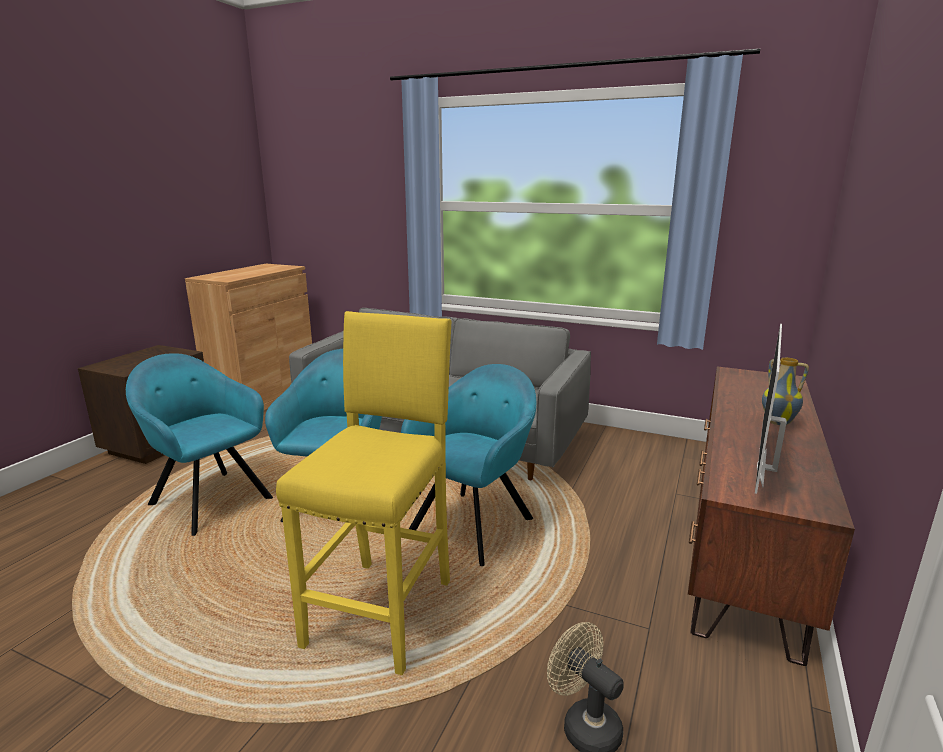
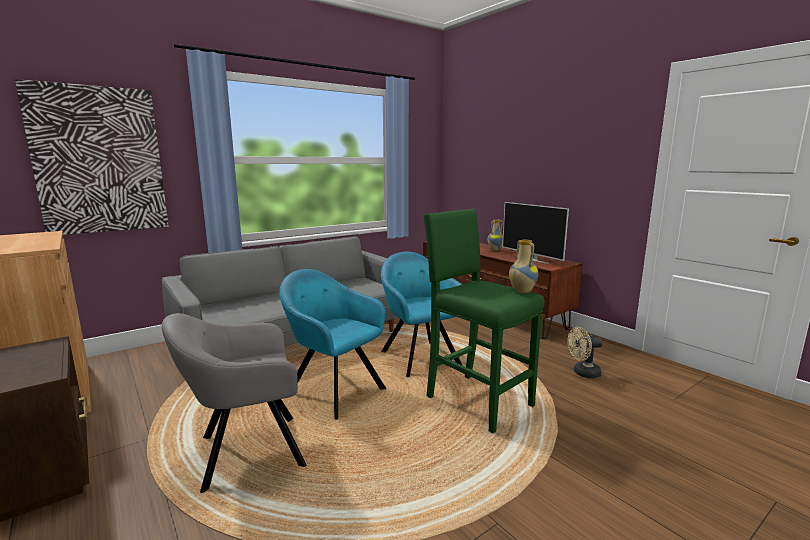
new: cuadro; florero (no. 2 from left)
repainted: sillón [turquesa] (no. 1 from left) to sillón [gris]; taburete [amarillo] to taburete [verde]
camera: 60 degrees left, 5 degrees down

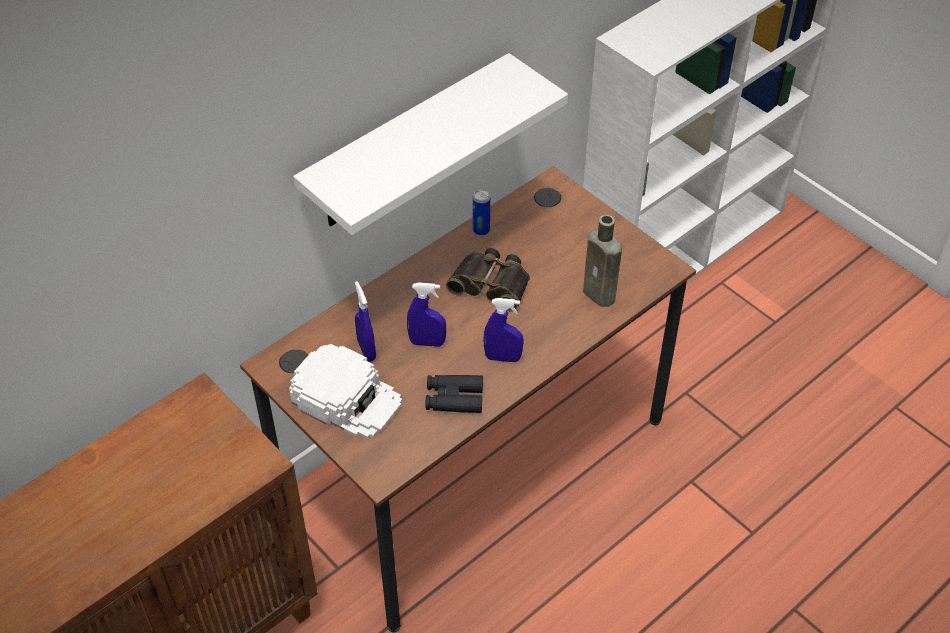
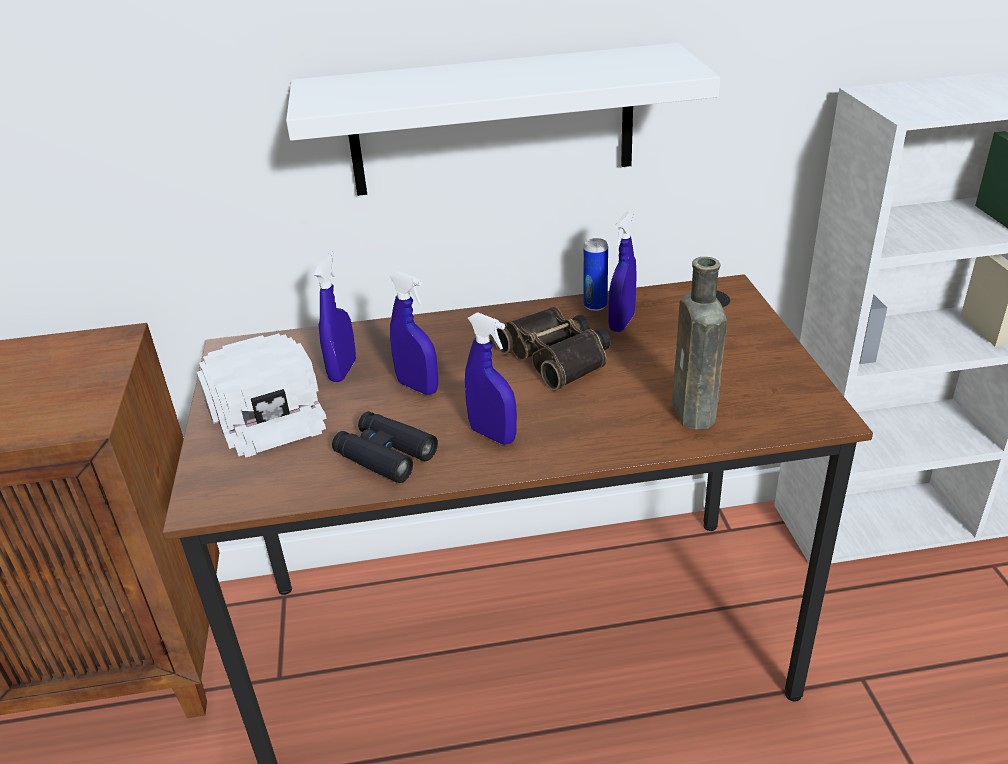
new: pulverizador [azul] (no. 4 from left)
camera: 35 degrees right, 15 degrees down

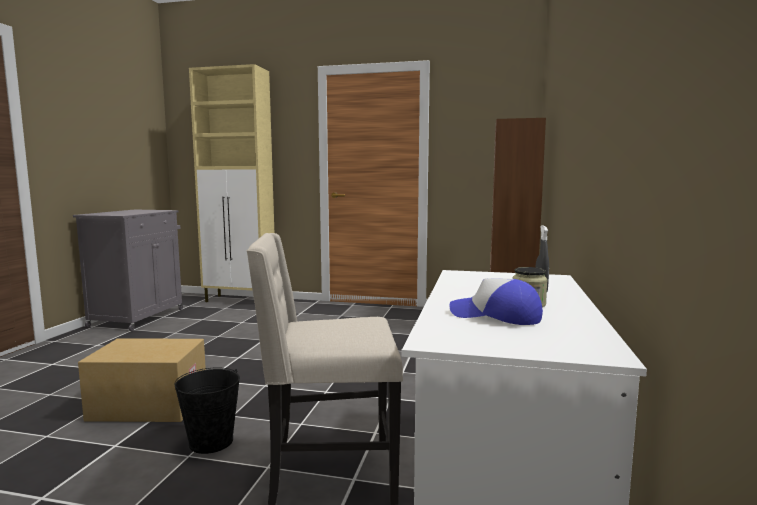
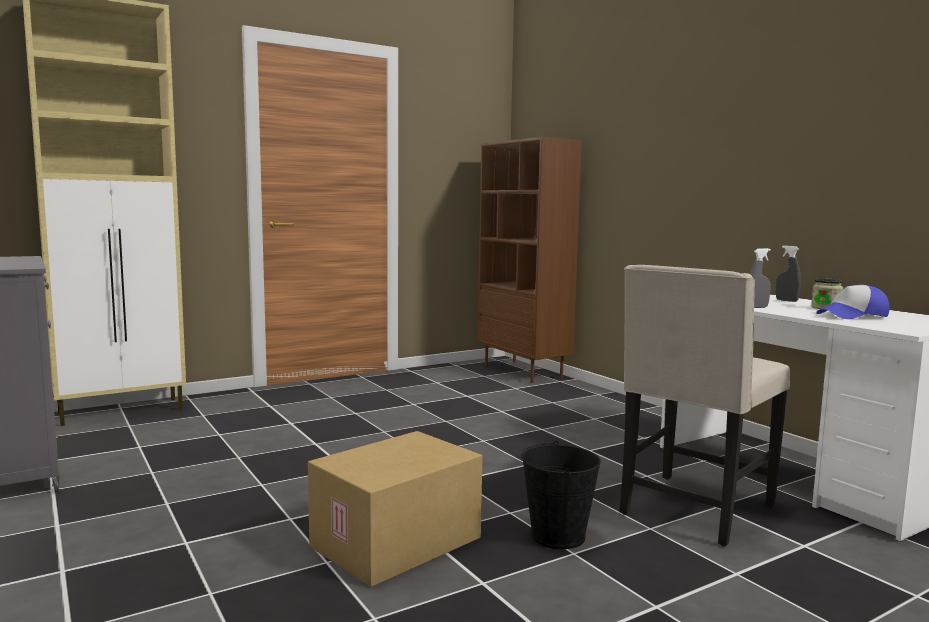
new: pulverizador [gris] (no. 1 from left)
camera: 45 degrees left, 0 degrees up

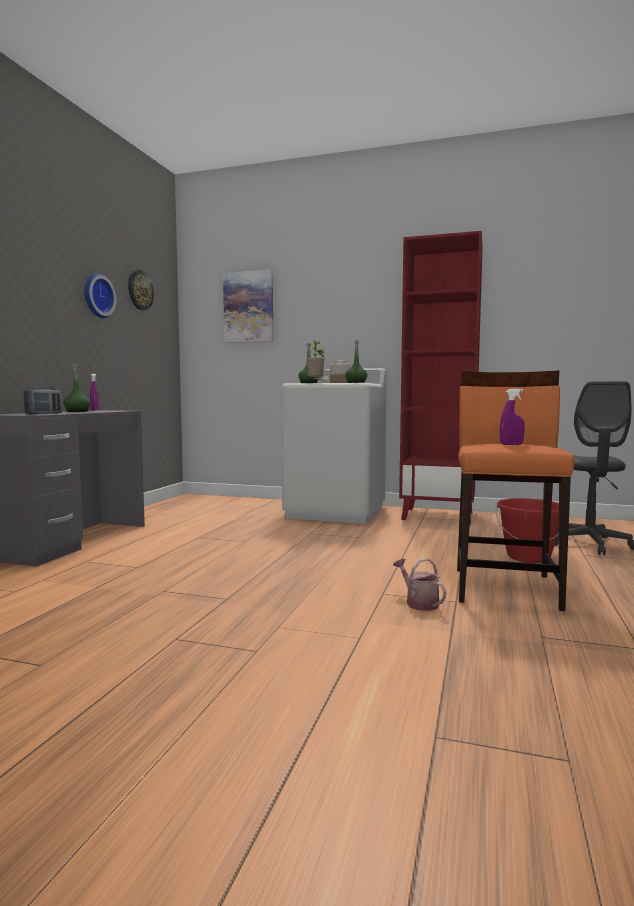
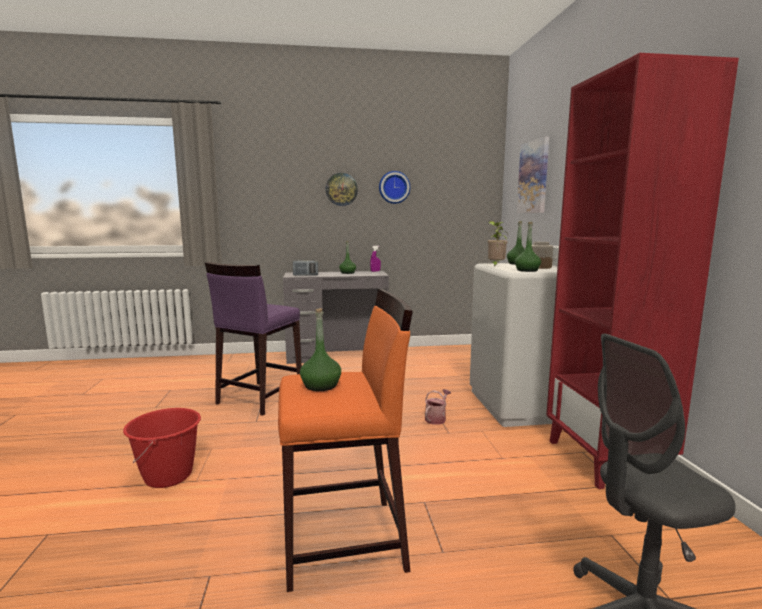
new: taburete [morado]
shifted: cubo [rojo]; reloj de pared (no. 2 from left in the first image) to reloj de pared (no. 1 from left); regadera
swapped: pulverizador [morado] (no. 2 from left) to botella [verde] (no. 1 from left)
camera: 65 degrees right, 5 degrees up

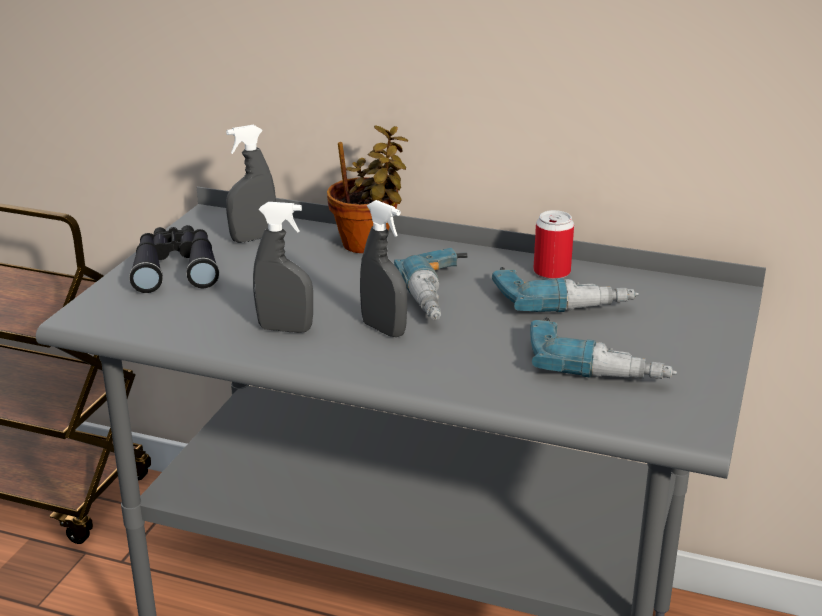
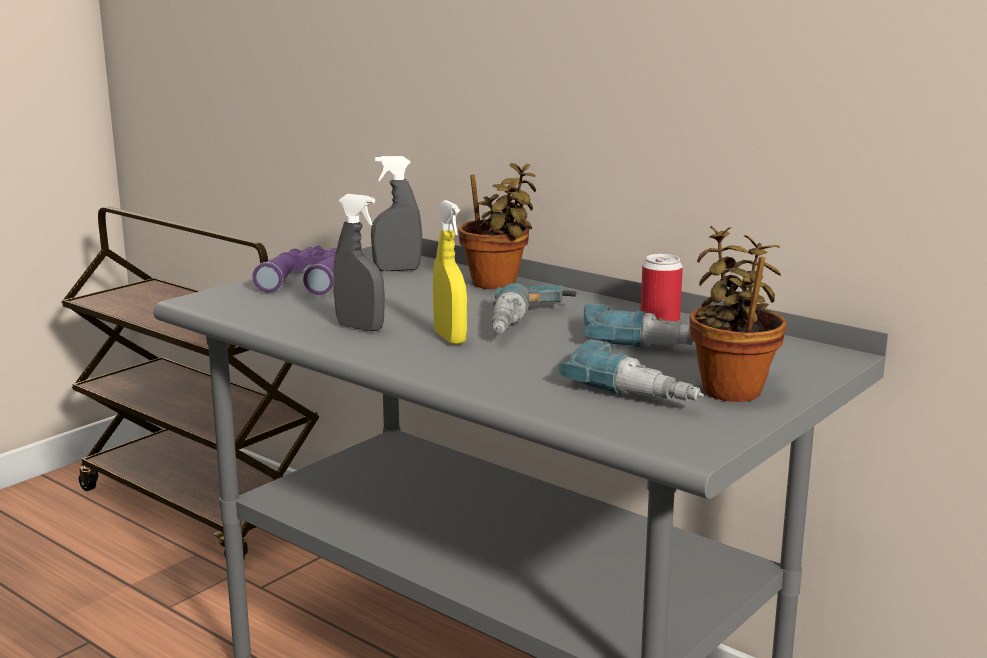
new: planta en maceta (no. 2 from left)
repainted: prismáticos [negro] to prismáticos [morado]; pulverizador [gris] (no. 3 from left) to pulverizador [amarillo]
camera: 20 degrees right, 10 degrees down

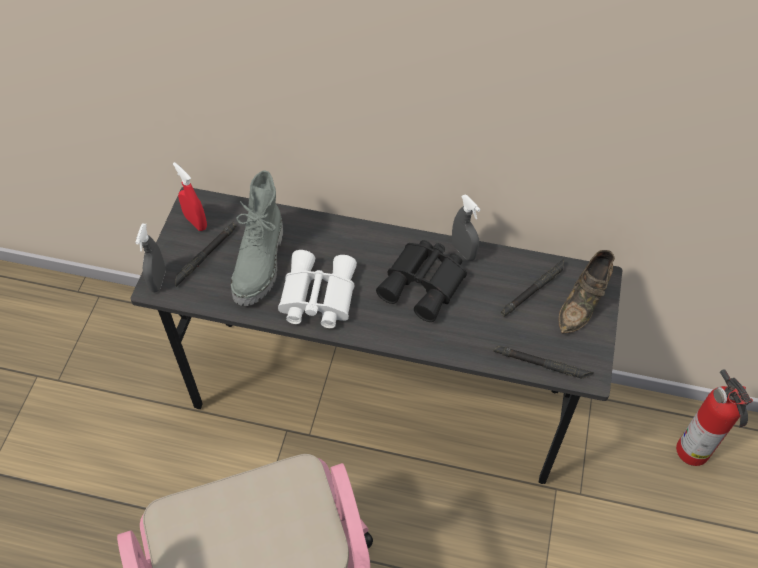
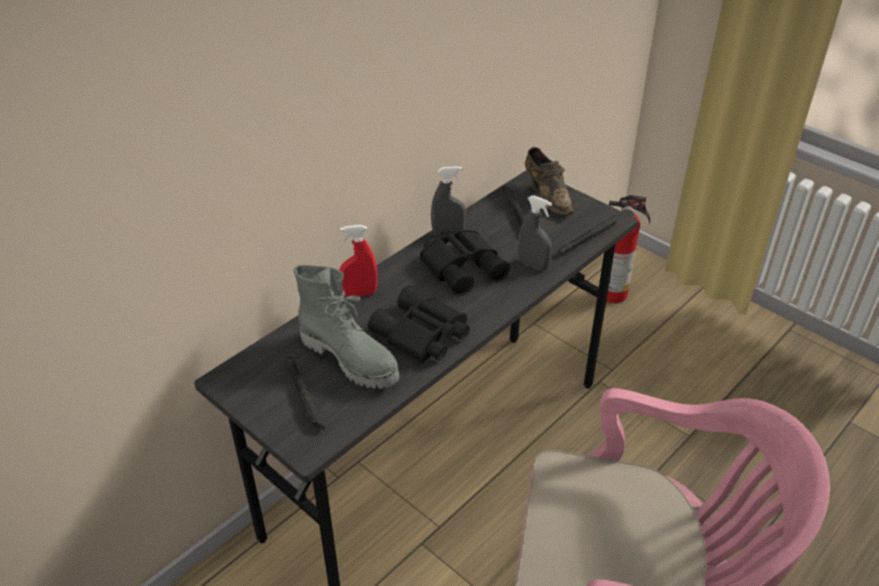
shifted: pulverizador [rojo]; pulverizador [gris] (no. 1 from left in the first image) to pulverizador [gris] (no. 2 from left)
repainted: prismáticos [blanco] to prismáticos [negro] (no. 1 from left)
camera: 60 degrees left, 15 degrees down

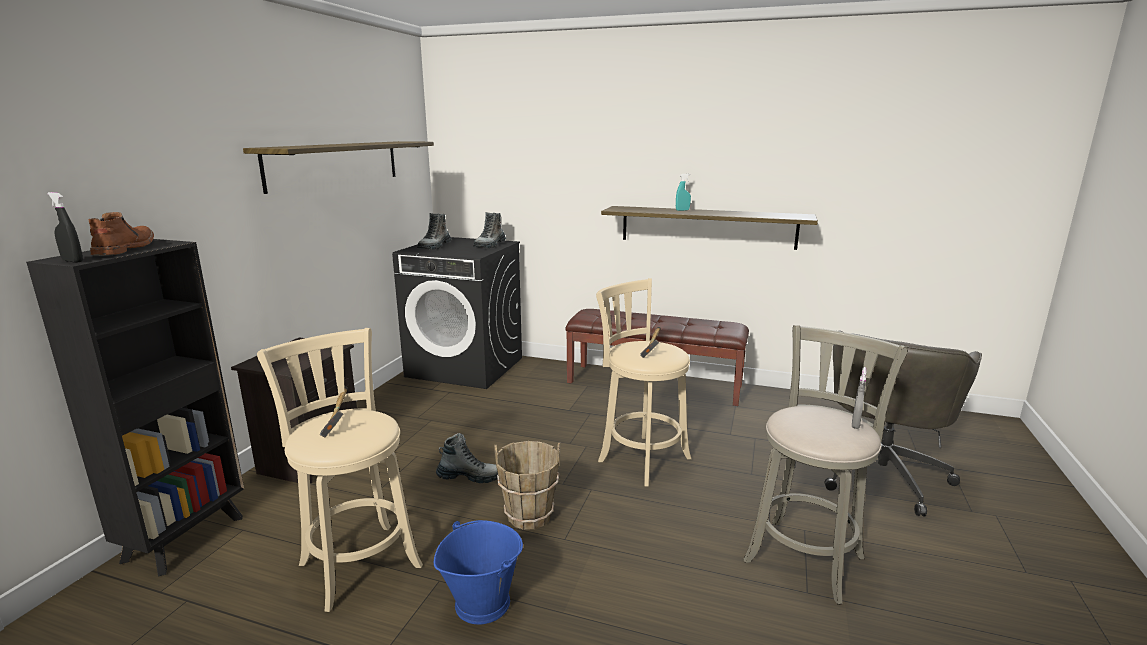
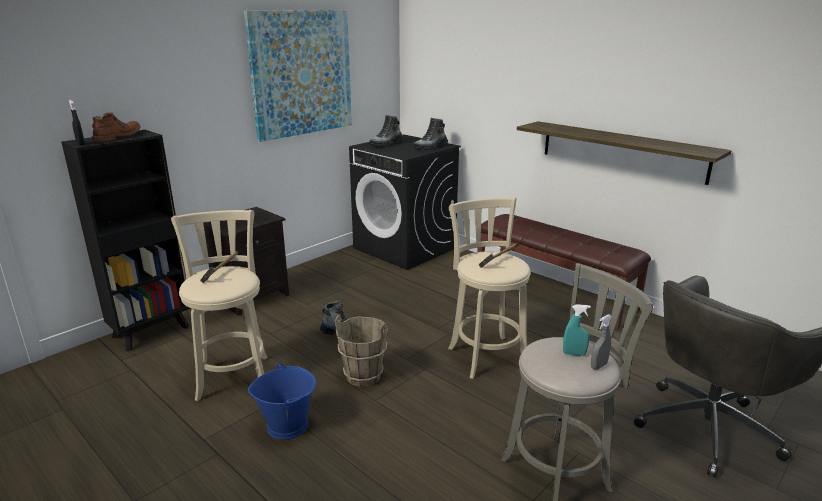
shifted: pulverizador [turquesa]
swapped: estante (no. 1 from left) to cuadro
camera: 25 degrees right, 5 degrees up

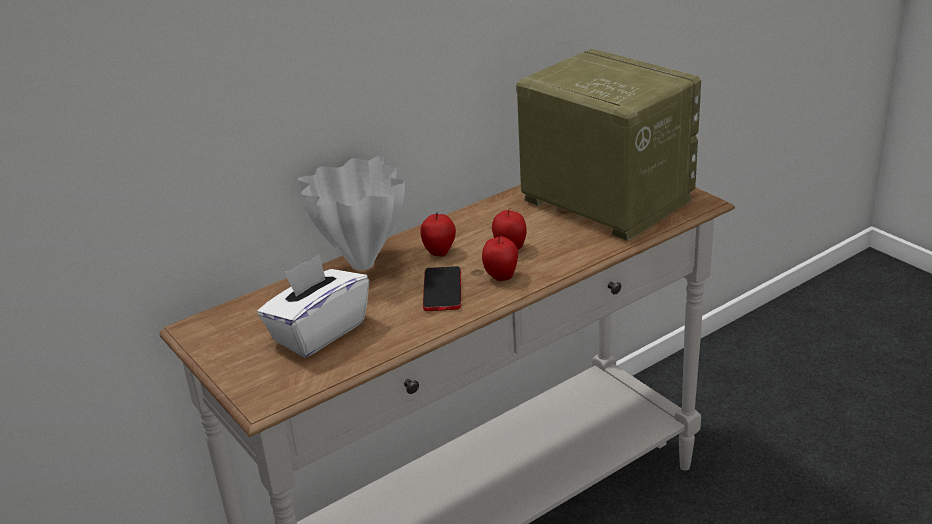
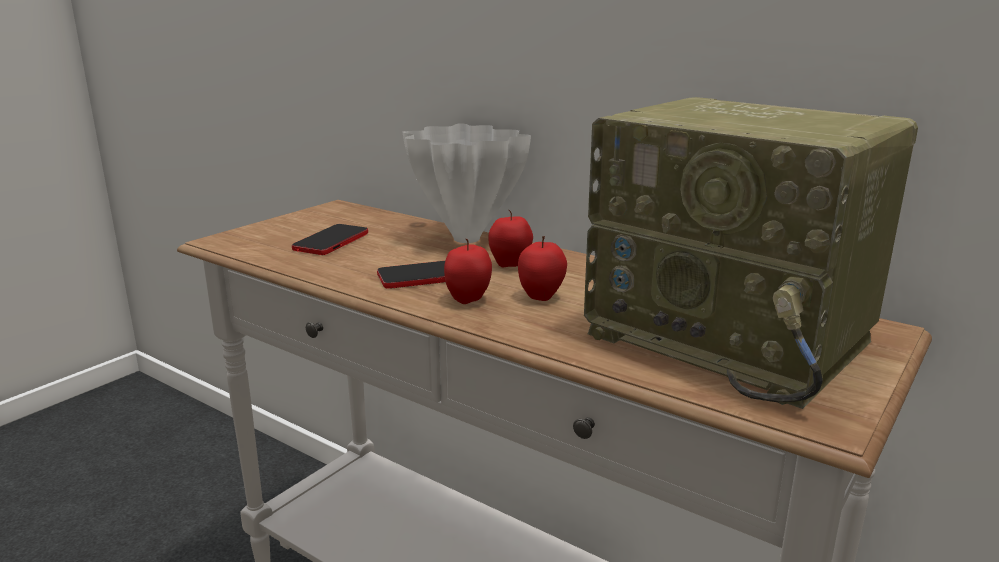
swapped: caja de pañuelos [blanco] to móvil (no. 1 from left)
rotated: radio 105 degrees clockwise
camera: 70 degrees right, 10 degrees down

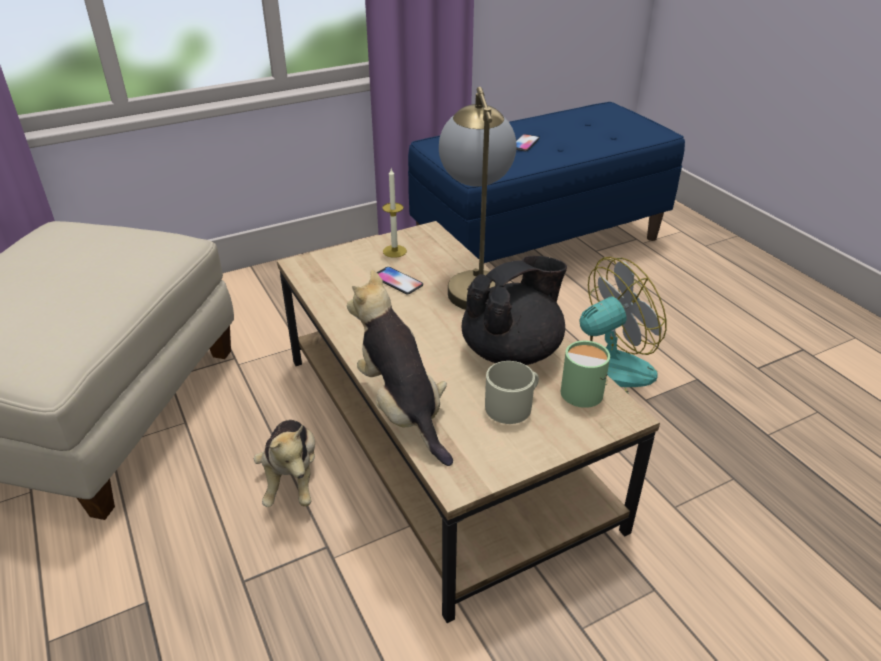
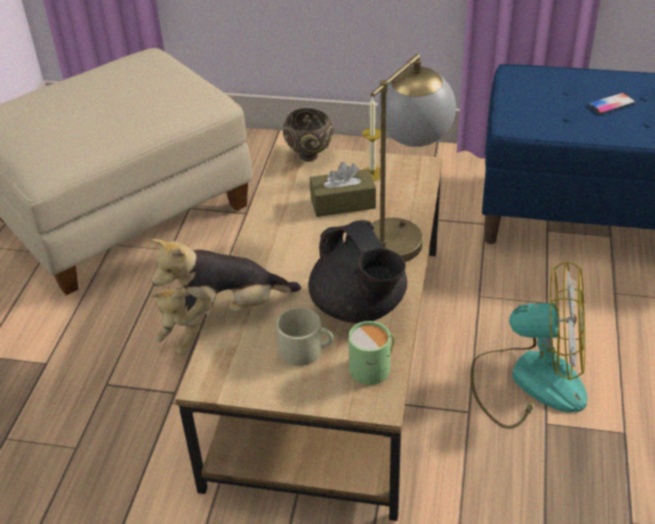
new: cuenco [marrón]
swapped: móvil (no. 1 from left) to caja de pañuelos [marrón]
rotated: peluche (no. 2 from left) 120 degrees counterclockwise; tetera [negro] 60 degrees clockwise
camera: 40 degrees right, 5 degrees up

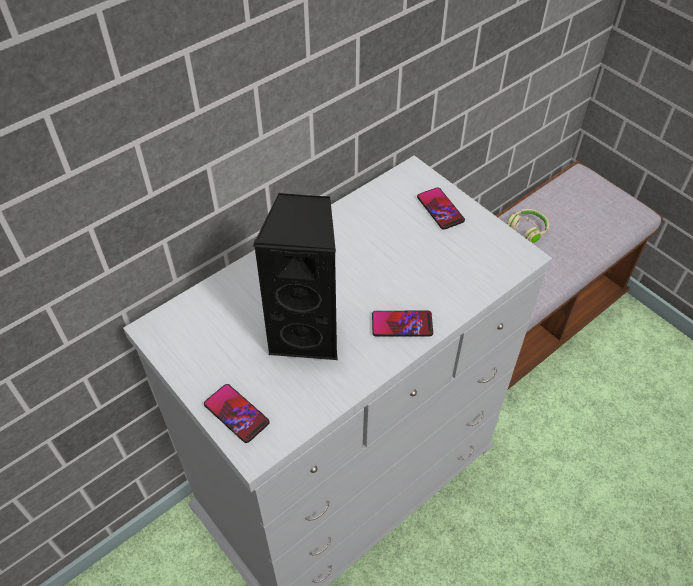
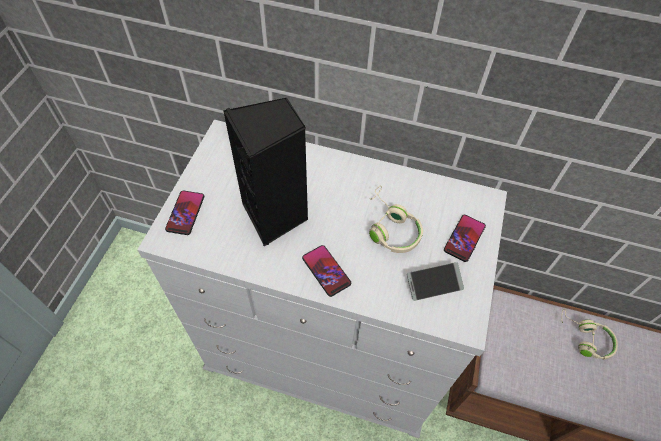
new: auriculares [beis] (no. 1 from left); móvil (no. 3 from left)
camera: 55 degrees right, 5 degrees up

